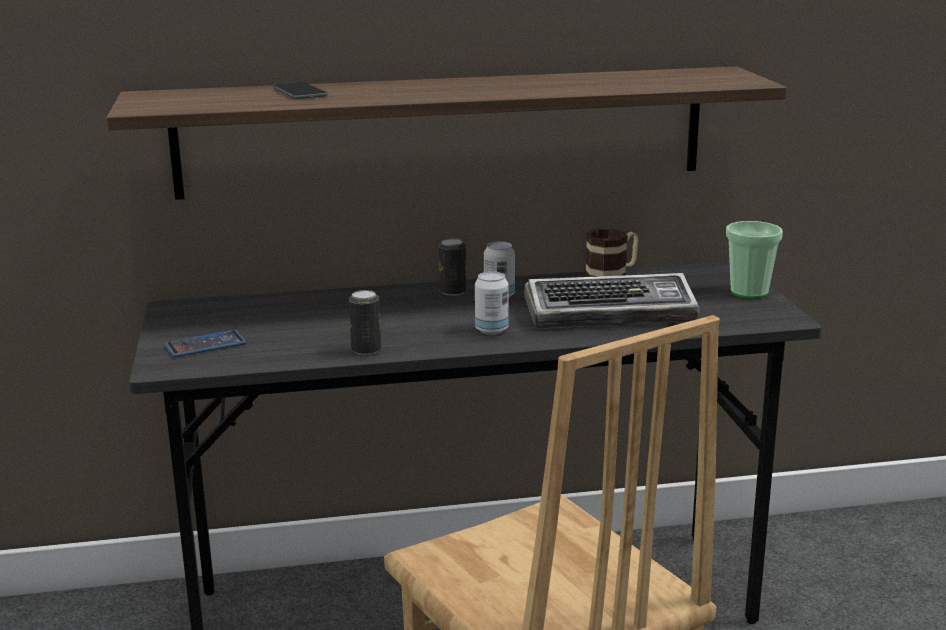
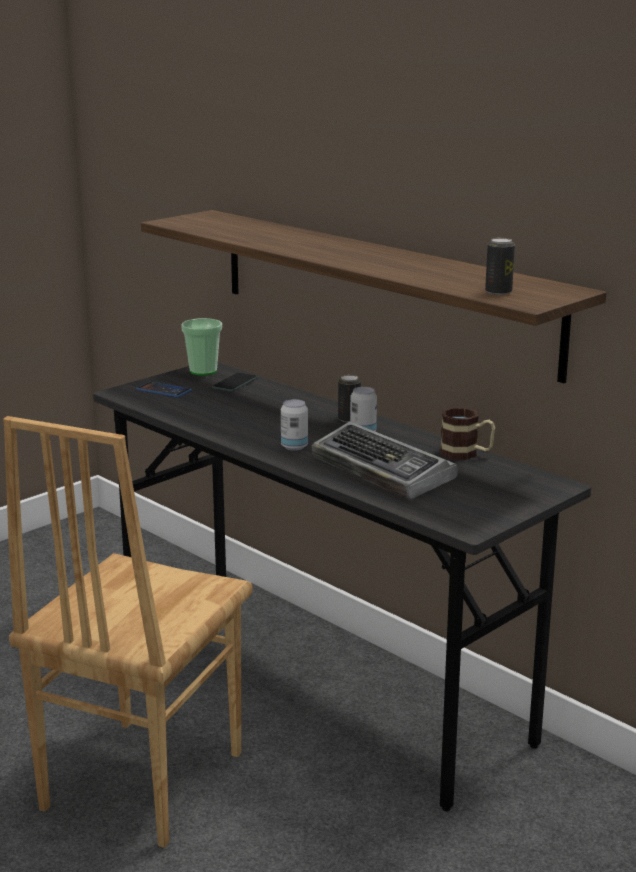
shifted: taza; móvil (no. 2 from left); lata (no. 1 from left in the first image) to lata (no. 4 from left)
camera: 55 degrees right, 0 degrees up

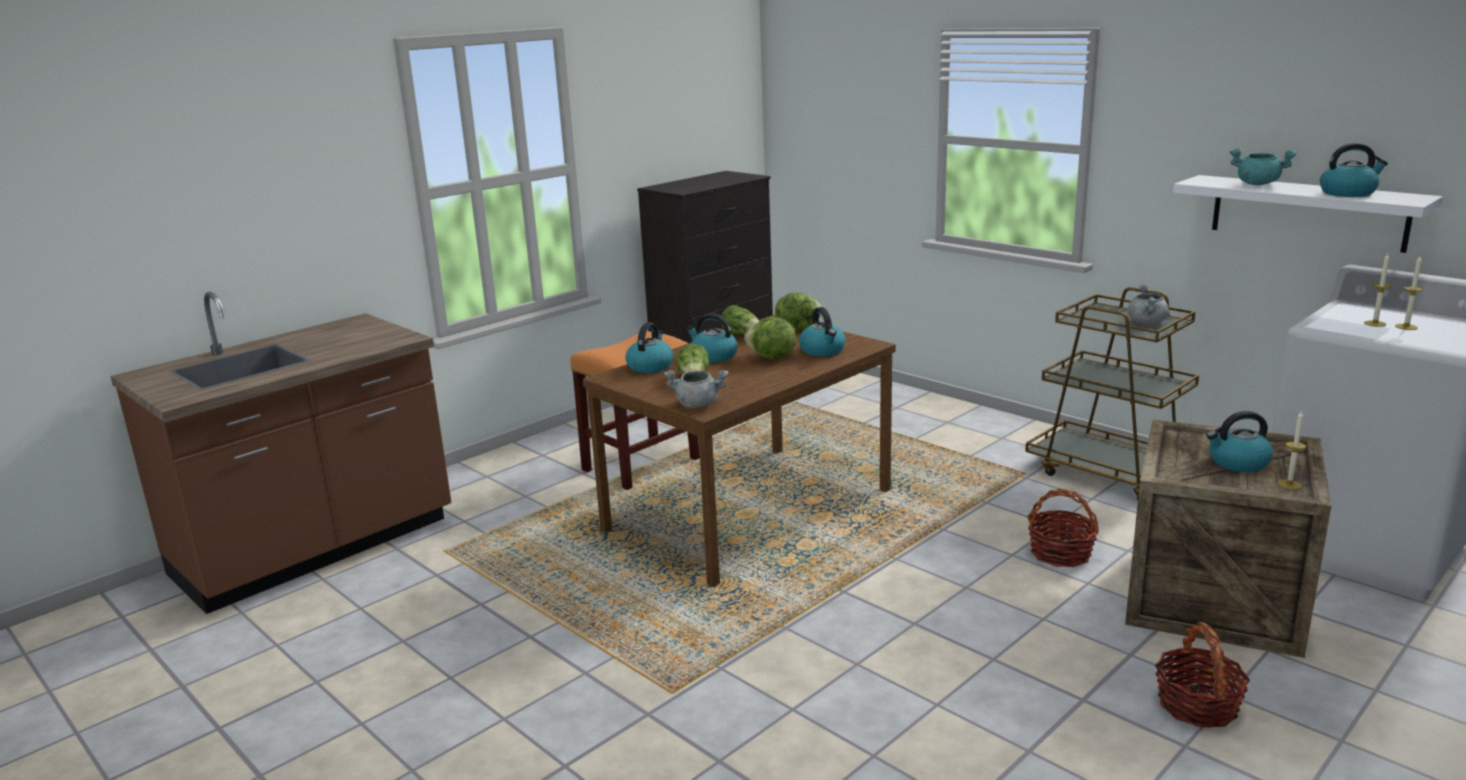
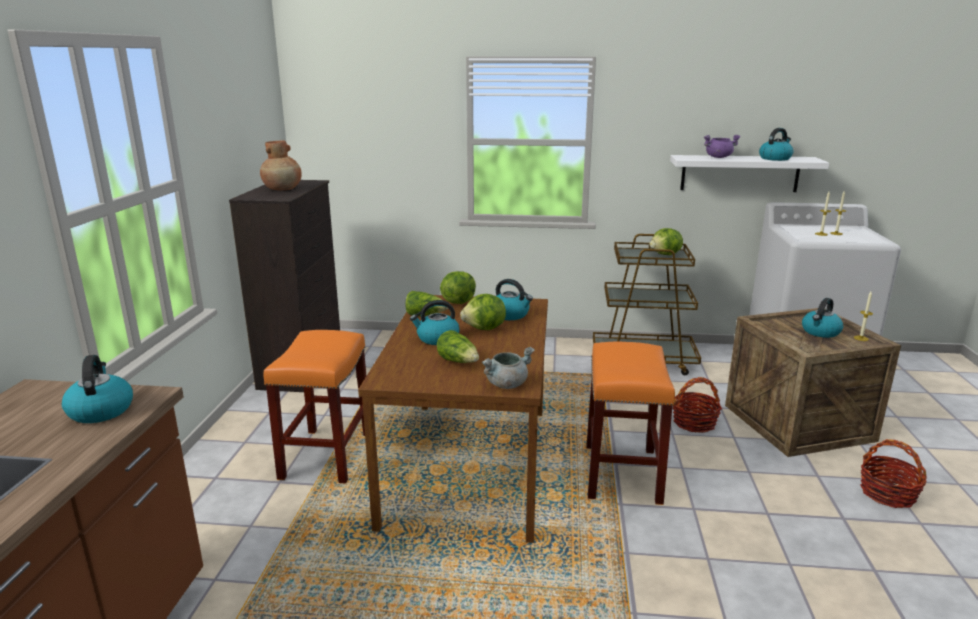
new: florero [marrón]; taburete [naranja] (no. 2 from left)
shifted: hervidor (no. 1 from left)
swapped: olla [gris] (no. 2 from left) to lechuga (no. 5 from left)
repainted: olla [turquesa] to olla [morado]
camera: 40 degrees left, 0 degrees up

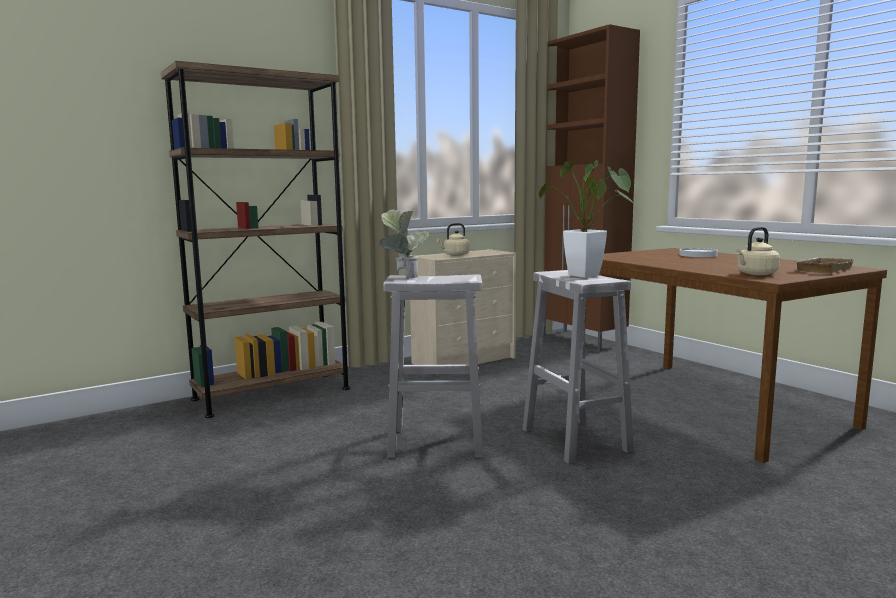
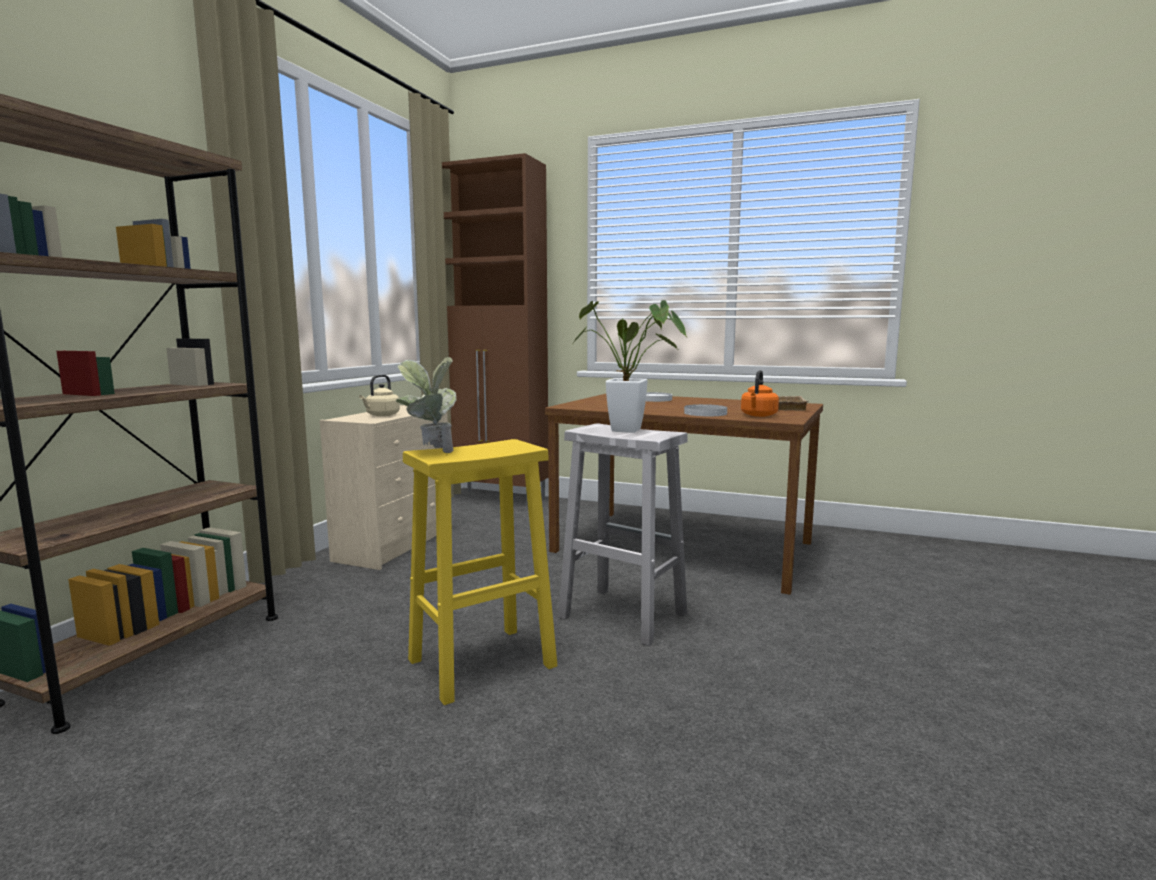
new: plato [blanco] (no. 2 from left)
repainted: taburete [blanco] (no. 1 from left) to taburete [amarillo]; hervidor [beis] (no. 2 from left) to hervidor [naranja]
camera: 35 degrees left, 0 degrees up

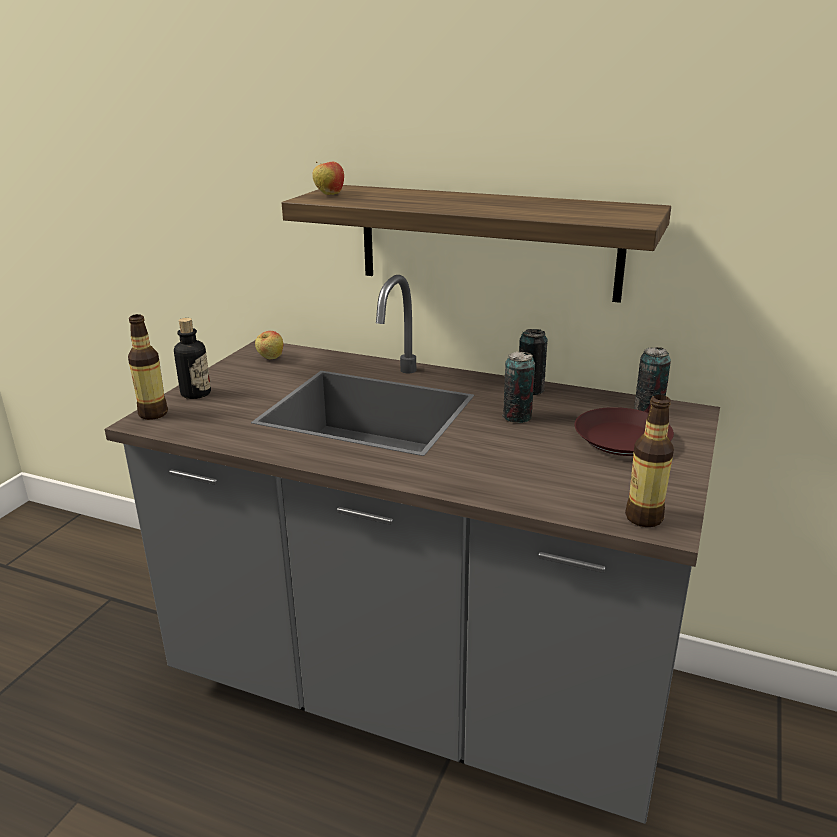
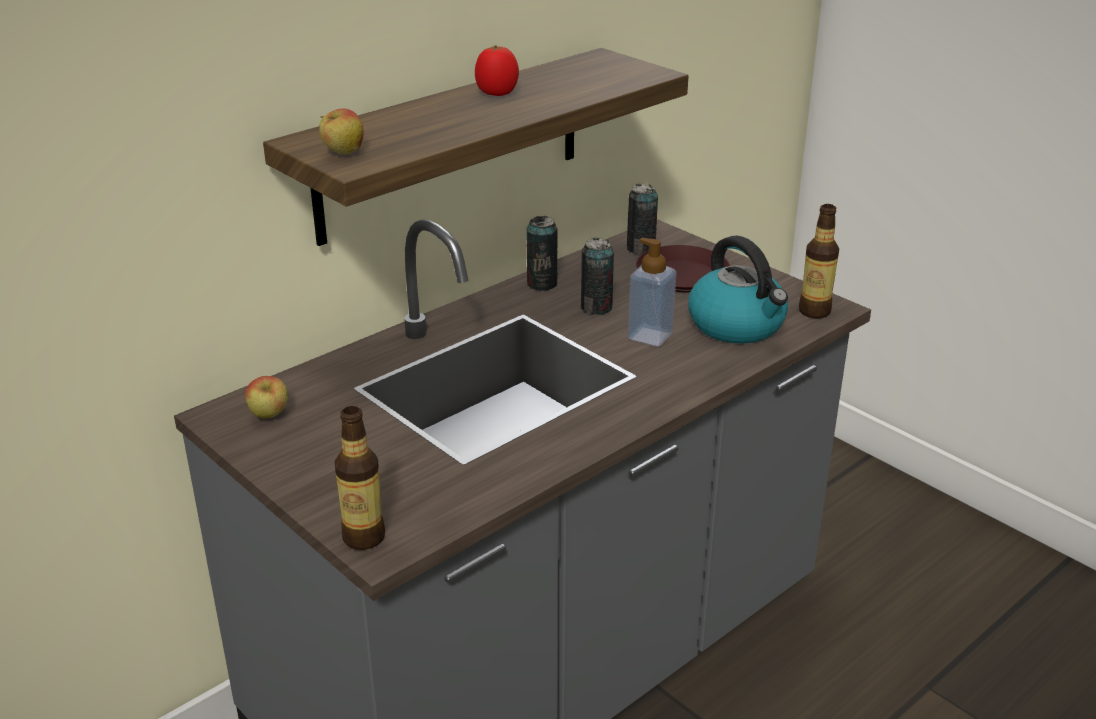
gone: botella (no. 2 from left)
new: tomate; dispensador de jabón; hervidor
camera: 65 degrees left, 5 degrees up

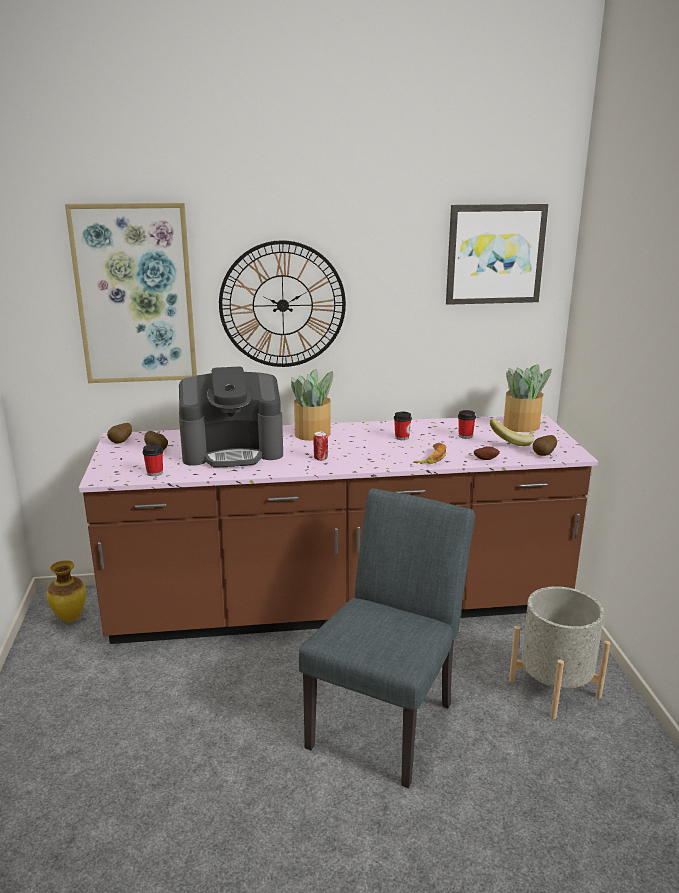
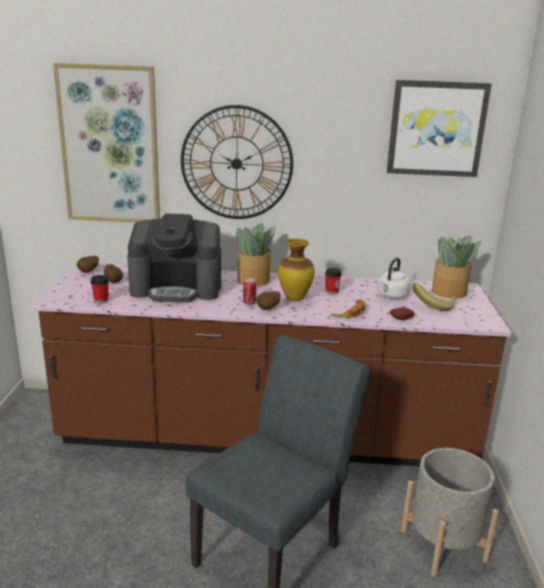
shifted: patata (no. 4 from left in the first image) to patata (no. 3 from left); florero
swapped: taza (no. 3 from left) to hervidor [blanco]
camera: 10 degrees right, 0 degrees up

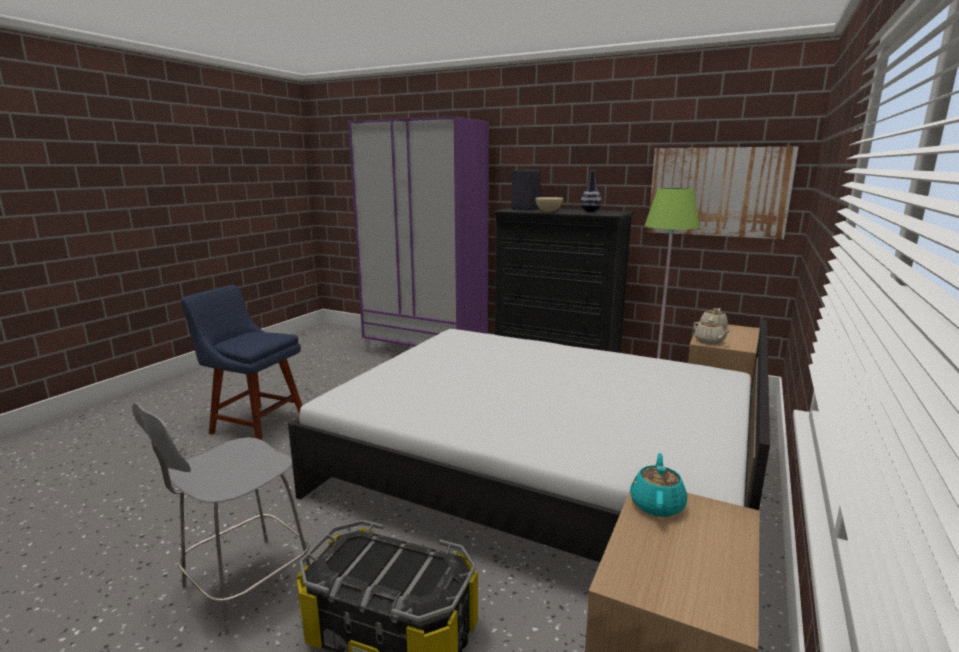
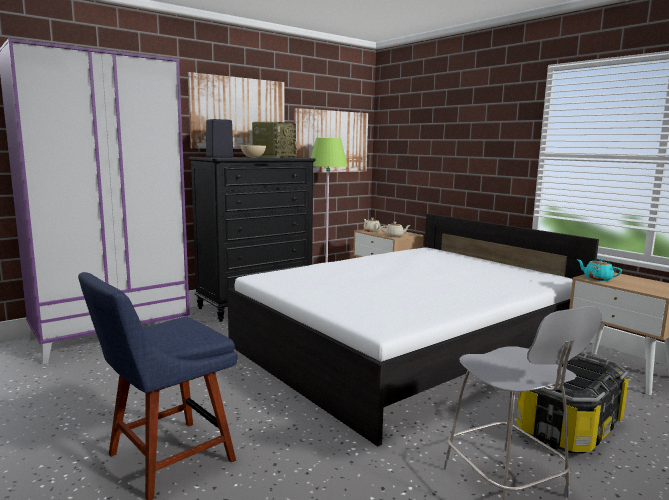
new: cuadro (no. 1 from left)
swapped: florero to radio
camera: 65 degrees left, 5 degrees down

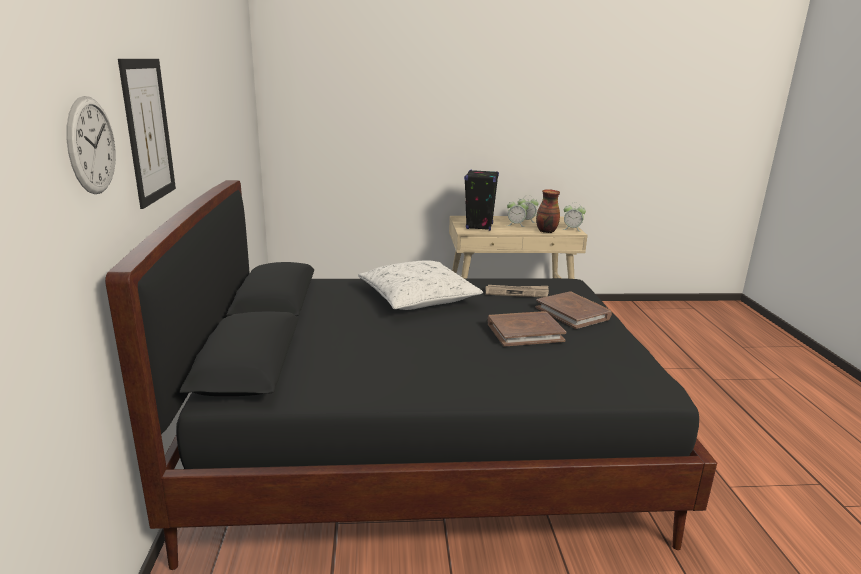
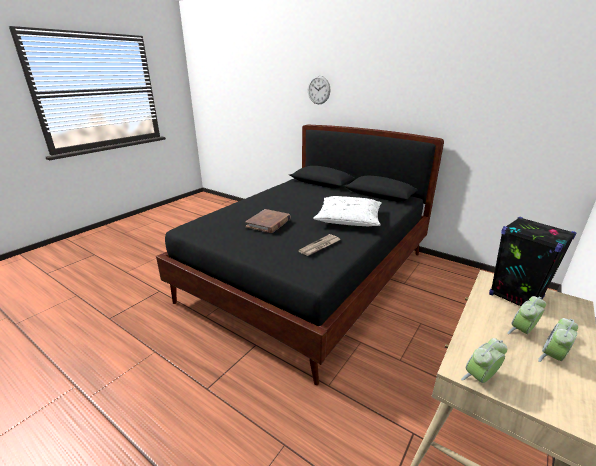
gone: cuadro; florero; libro [marrón] (no. 2 from left)
camera: 130 degrees right, 5 degrees up

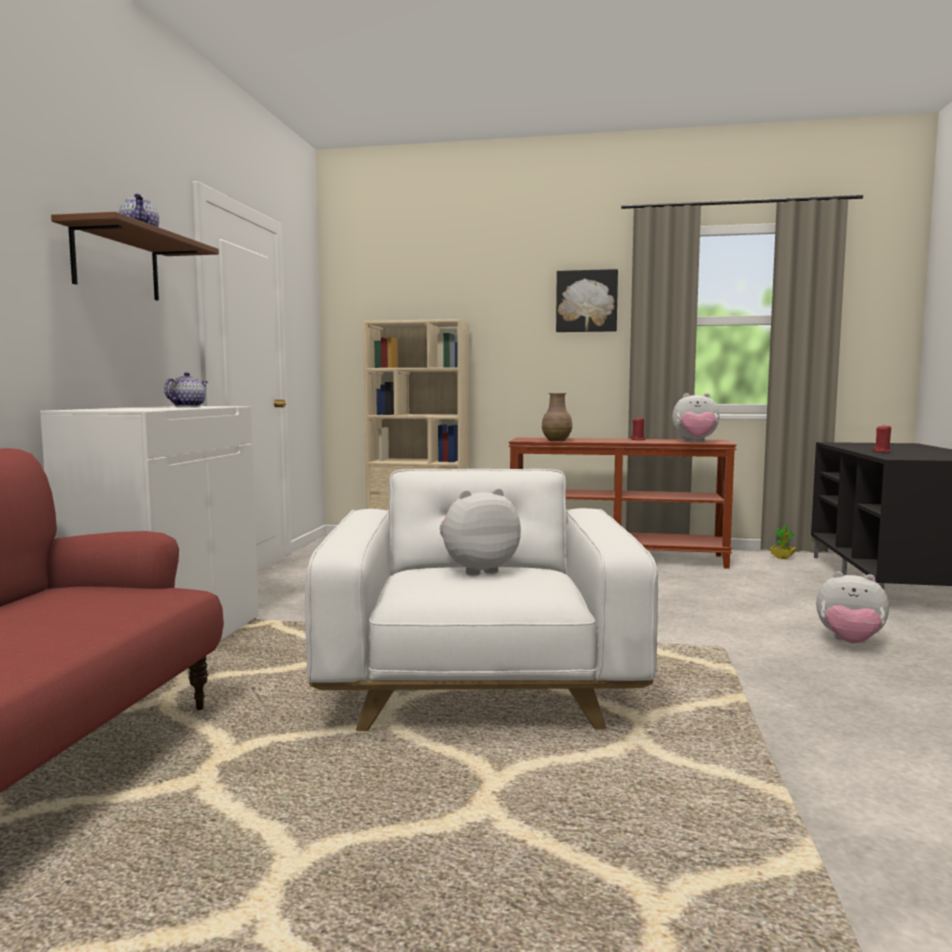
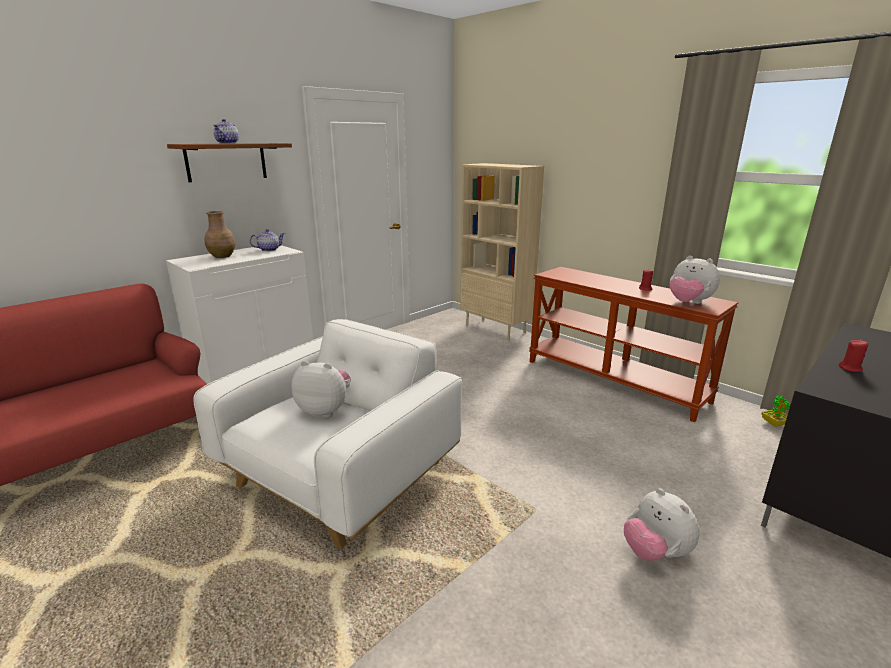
gone: cuadro
shifted: florero [marrón]
camera: 35 degrees right, 15 degrees up

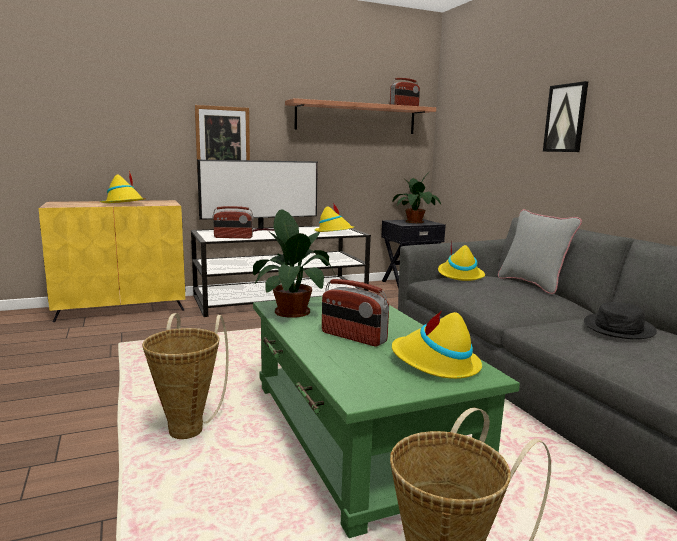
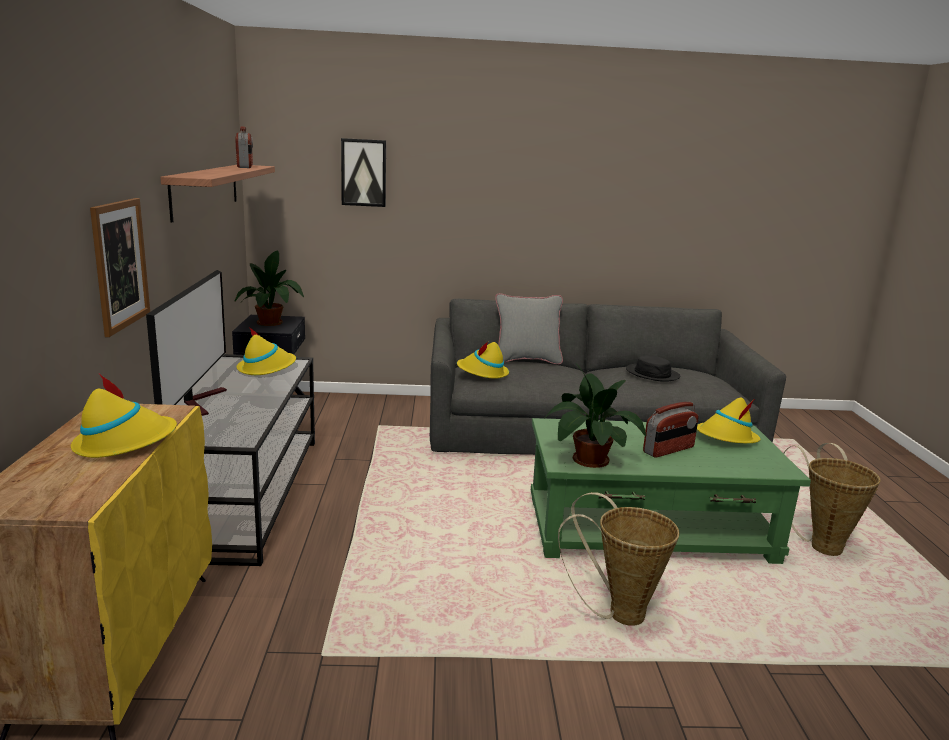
gone: radio (no. 1 from left)
shifted: cuadro (no. 2 from left)
camera: 70 degrees left, 5 degrees up

